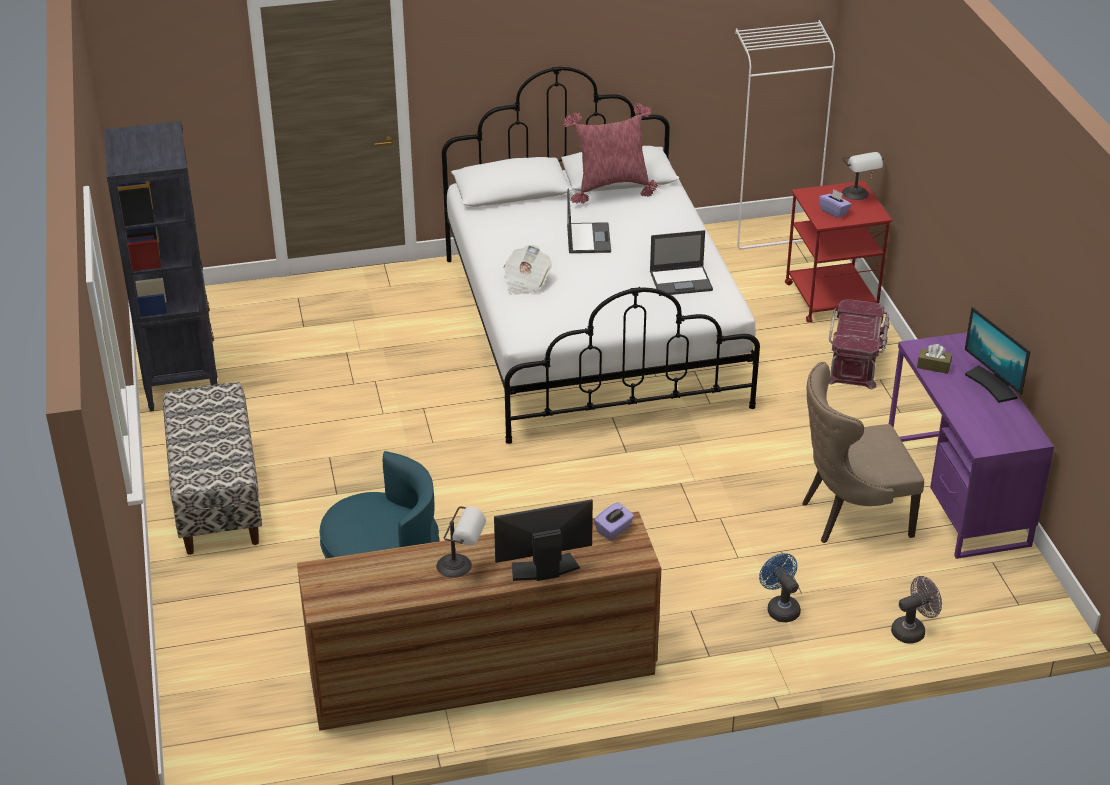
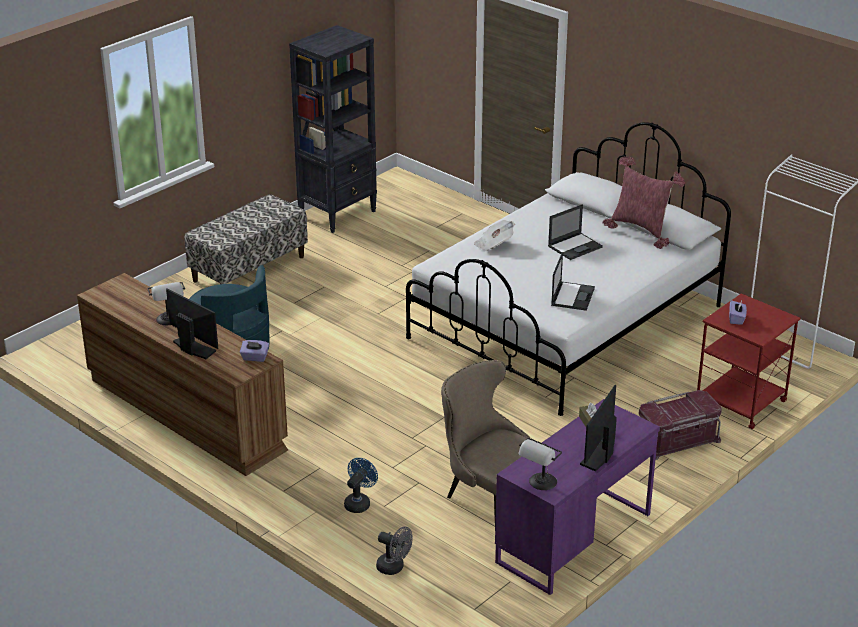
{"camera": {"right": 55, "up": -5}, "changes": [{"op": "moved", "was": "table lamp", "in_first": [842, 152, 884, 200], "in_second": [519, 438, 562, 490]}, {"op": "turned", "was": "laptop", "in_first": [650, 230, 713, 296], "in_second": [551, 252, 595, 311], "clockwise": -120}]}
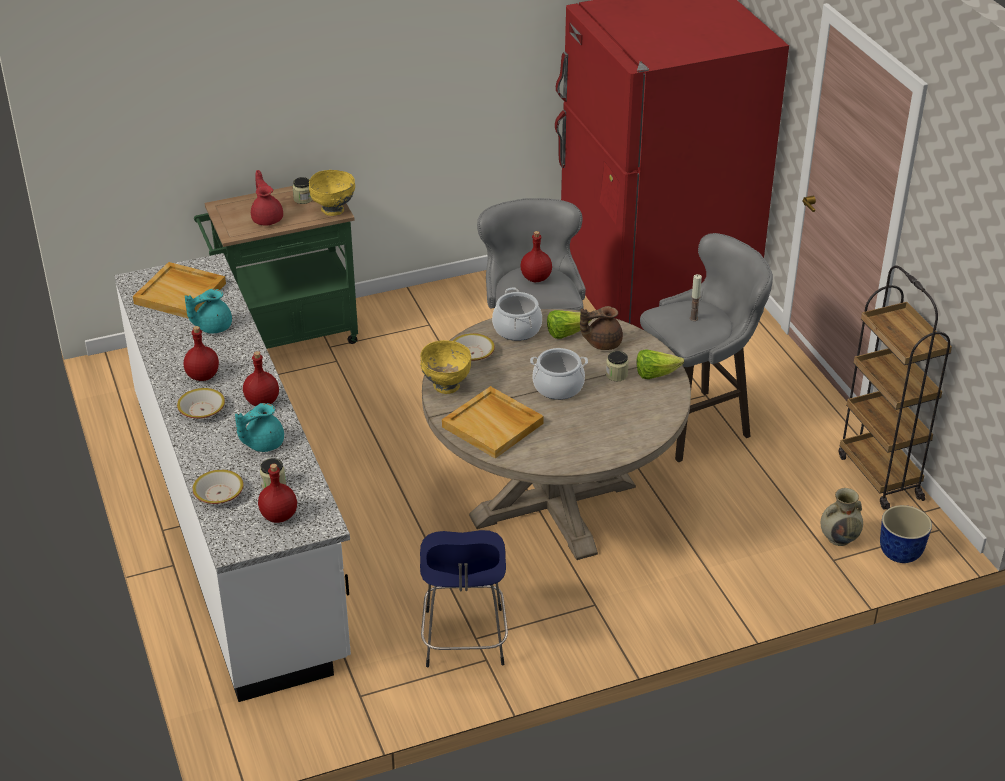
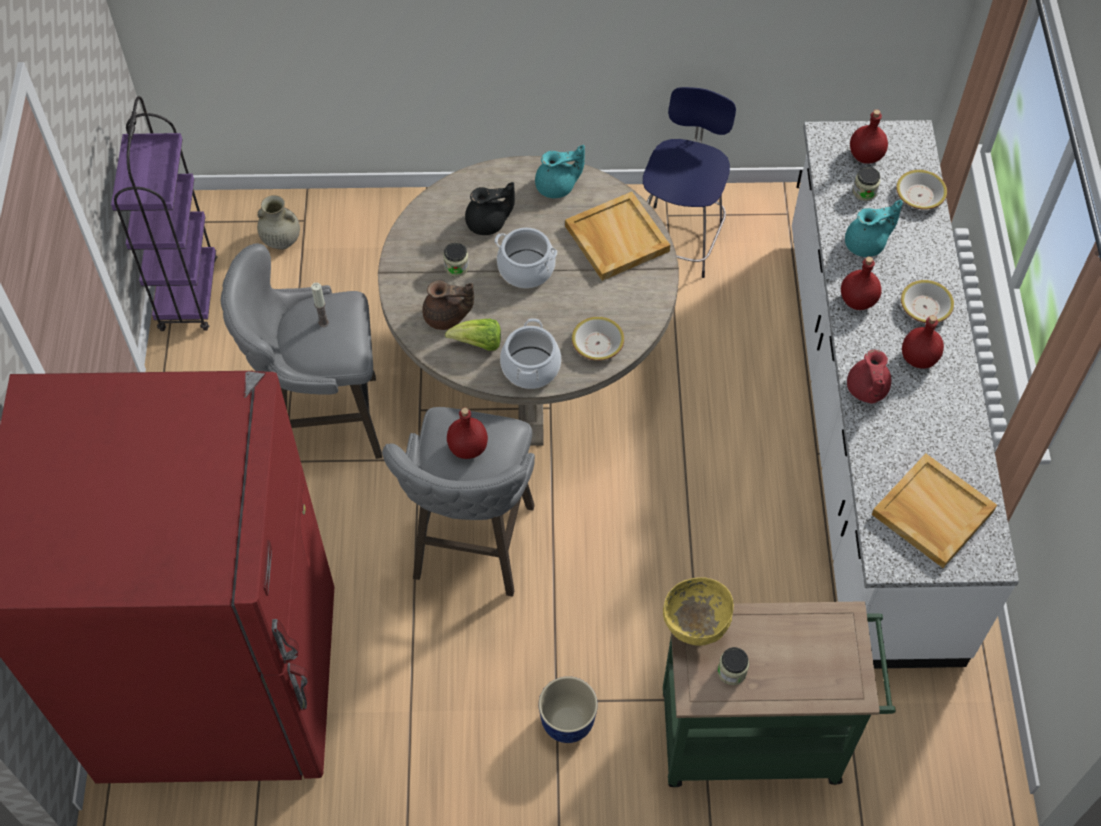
{"camera": {"right": -160, "up": 20}, "changes": [{"op": "moved", "was": "teapot (red)", "in_first": [251, 170, 283, 225], "in_second": [847, 350, 891, 403]}, {"op": "recoloured", "was": "cart (brown)", "now": "cart (purple)", "in_first": [839, 266, 952, 509], "in_second": [111, 96, 217, 331]}, {"op": "moved", "was": "teapot (turquoise)", "in_first": [185, 289, 232, 333], "in_second": [535, 145, 585, 198]}, {"op": "removed", "was": "bowl (yellow)", "in_first": [420, 340, 471, 394]}, {"op": "removed", "was": "lettuce", "in_first": [636, 349, 684, 379]}, {"op": "moved", "was": "planter", "in_first": [880, 505, 932, 563], "in_second": [538, 676, 598, 743]}, {"op": "added", "now": "teapot (black)", "in_second": [465, 182, 515, 235]}]}
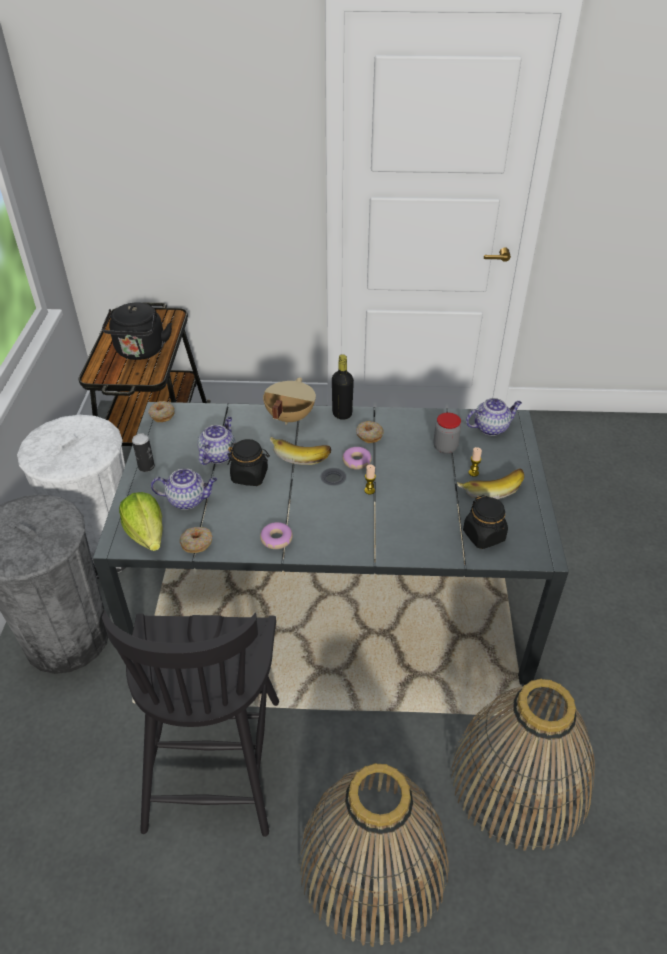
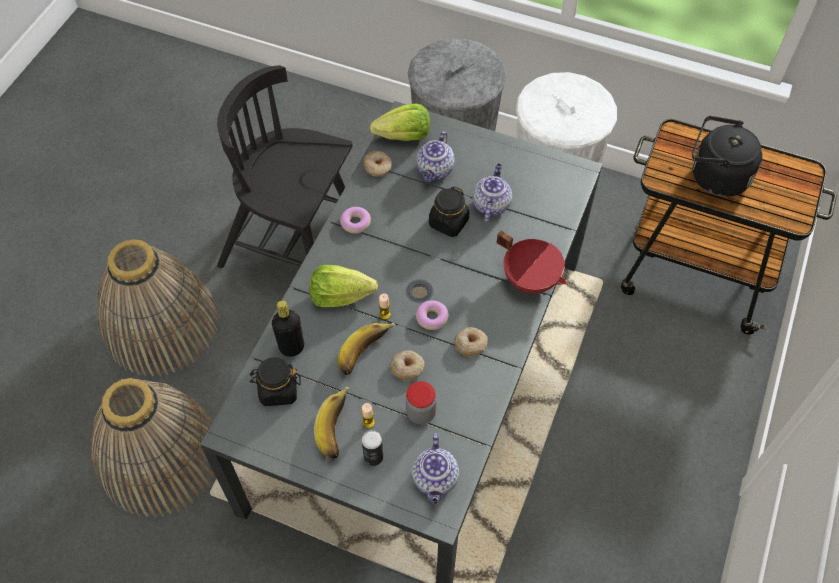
{"camera": {"right": 110, "up": 15}, "changes": [{"op": "moved", "was": "bottle (black)", "in_first": [332, 354, 354, 420], "in_second": [272, 300, 304, 357]}, {"op": "recoloured", "was": "cooking pot (beige)", "now": "cooking pot (red)", "in_first": [263, 378, 316, 425], "in_second": [497, 231, 567, 293]}, {"op": "moved", "was": "donut", "in_first": [148, 401, 175, 422], "in_second": [391, 350, 425, 381]}, {"op": "turned", "was": "teapot", "in_first": [197, 417, 236, 465], "in_second": [473, 163, 512, 222], "clockwise": -120}, {"op": "moved", "was": "can", "in_first": [132, 433, 155, 472], "in_second": [362, 430, 383, 466]}, {"op": "moved", "was": "banana", "in_first": [270, 436, 331, 465], "in_second": [338, 323, 395, 375]}, {"op": "added", "now": "lettuce", "in_second": [309, 265, 378, 307]}]}
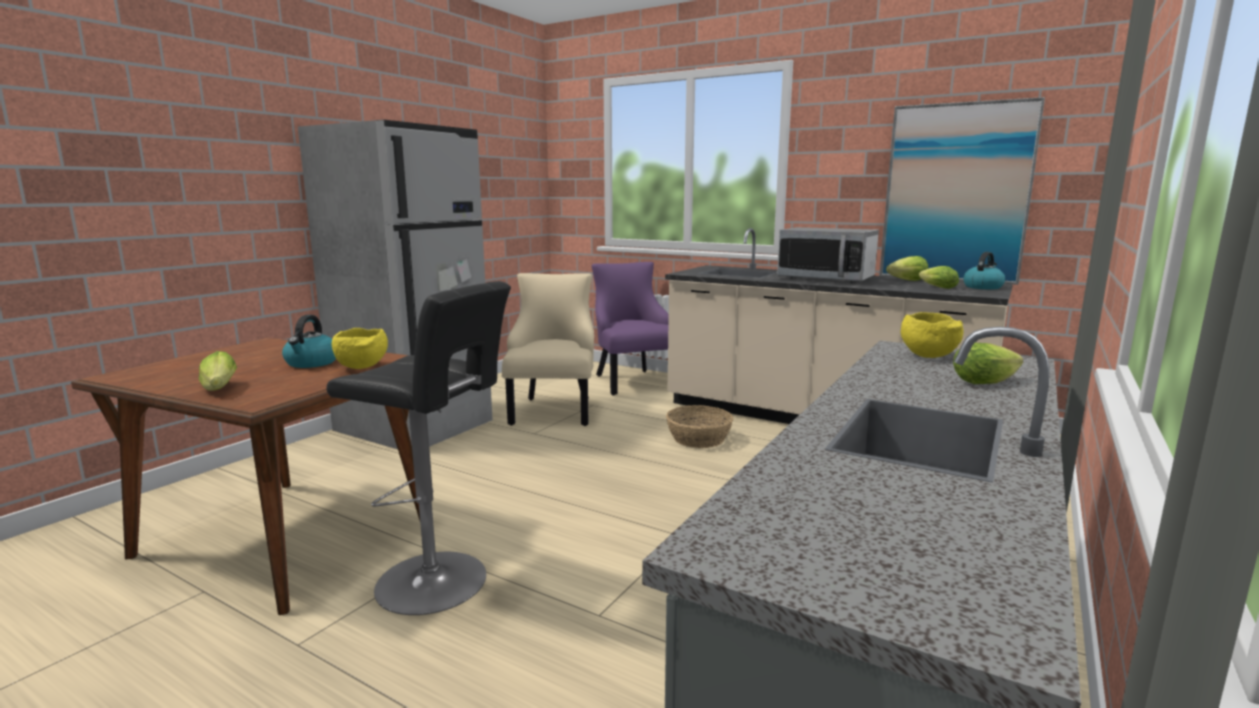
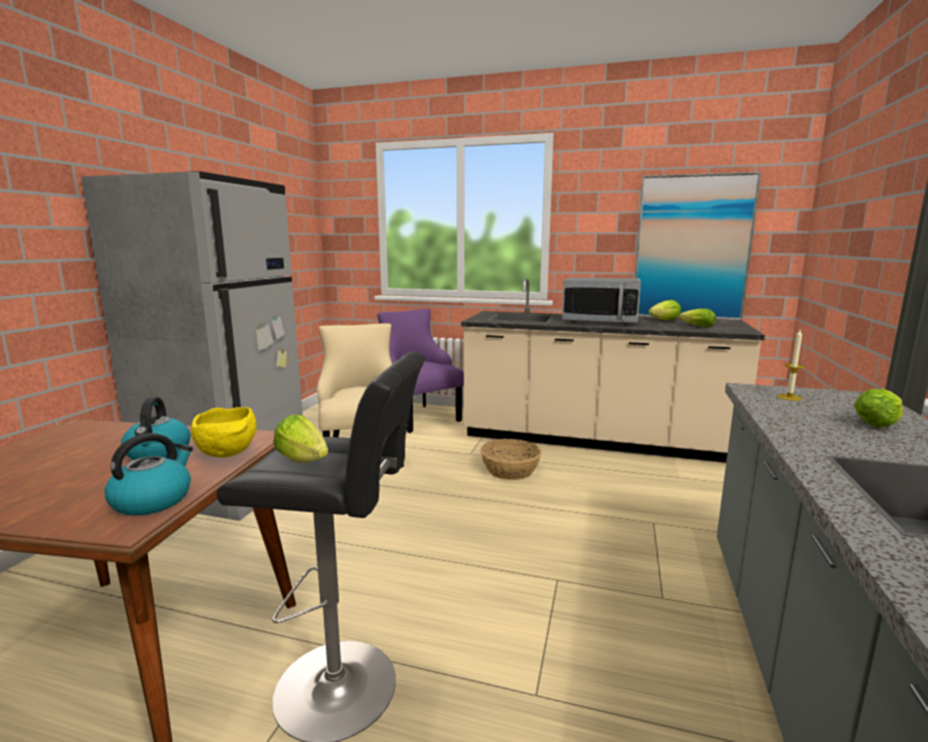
{"camera": {"right": -15, "up": 0}, "changes": [{"op": "moved", "was": "kettle", "in_first": [963, 252, 1005, 289], "in_second": [104, 433, 193, 516]}, {"op": "replaced", "was": "bowl (yellow)", "now": "candle", "in_first": [901, 312, 964, 358], "in_second": [777, 330, 805, 401]}, {"op": "moved", "was": "lettuce", "in_first": [199, 351, 237, 391], "in_second": [273, 415, 328, 463]}]}
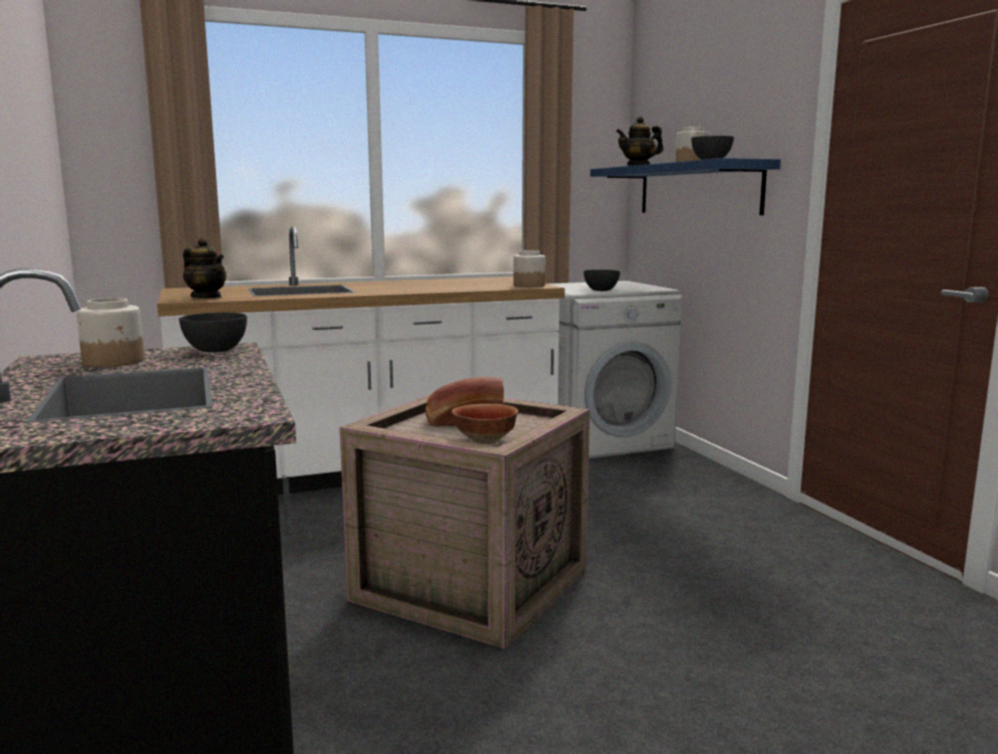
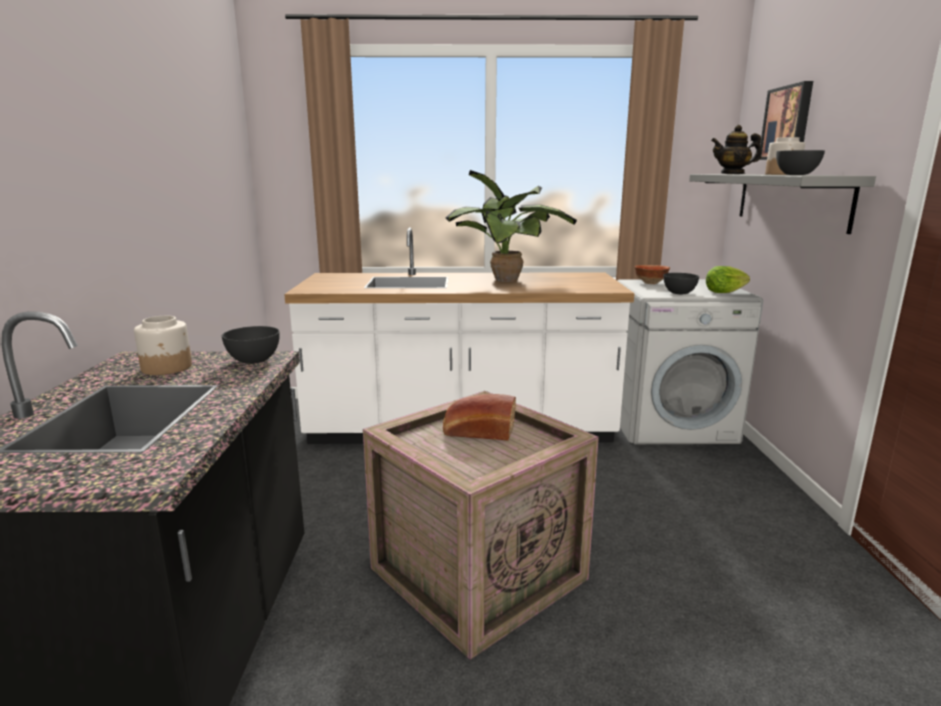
{"camera": {"right": 20, "up": 5}, "changes": [{"op": "recoloured", "was": "shelf (blue)", "now": "shelf (grey)", "in_first": [590, 158, 781, 215], "in_second": [689, 174, 876, 234]}, {"op": "removed", "was": "teapot", "in_first": [183, 238, 227, 298]}, {"op": "removed", "was": "jar", "in_first": [513, 250, 545, 287]}, {"op": "moved", "was": "bowl", "in_first": [452, 404, 518, 444], "in_second": [634, 265, 670, 284]}, {"op": "added", "now": "picture", "in_second": [760, 81, 813, 160]}, {"op": "added", "now": "potted plant", "in_second": [446, 170, 577, 282]}, {"op": "added", "now": "lettuce", "in_second": [706, 266, 750, 293]}]}
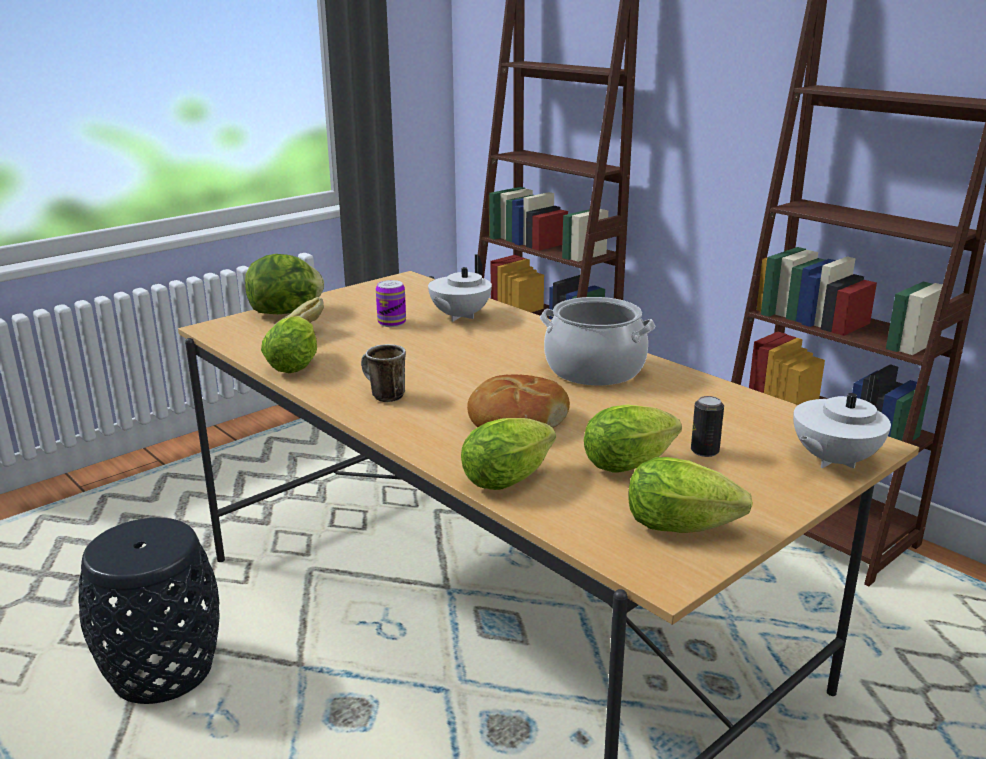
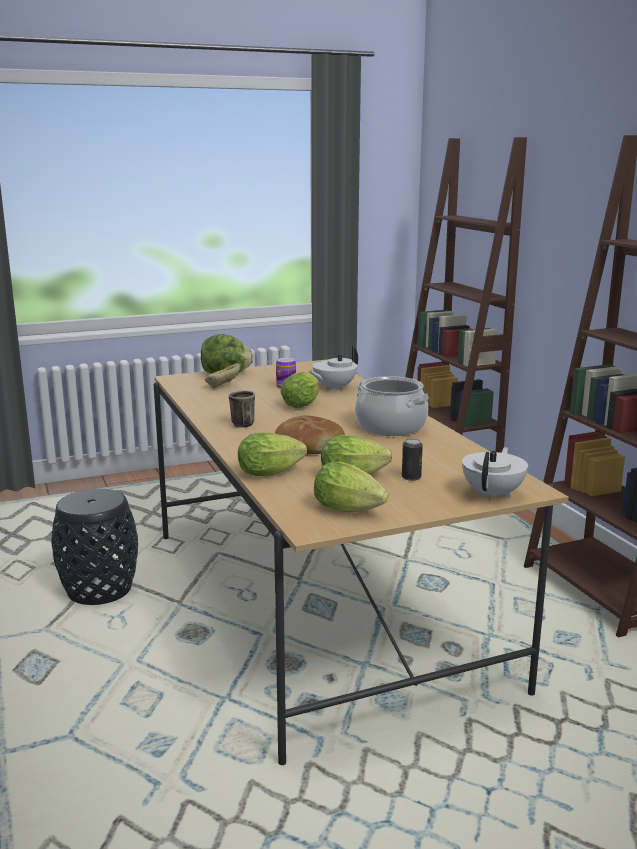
{"camera": {"right": 20, "up": -5}, "changes": [{"op": "moved", "was": "lettuce", "in_first": [261, 316, 317, 373], "in_second": [281, 372, 319, 408]}, {"op": "turned", "was": "teapot (white)", "in_first": [793, 374, 891, 468], "in_second": [462, 447, 528, 500], "clockwise": 135}]}
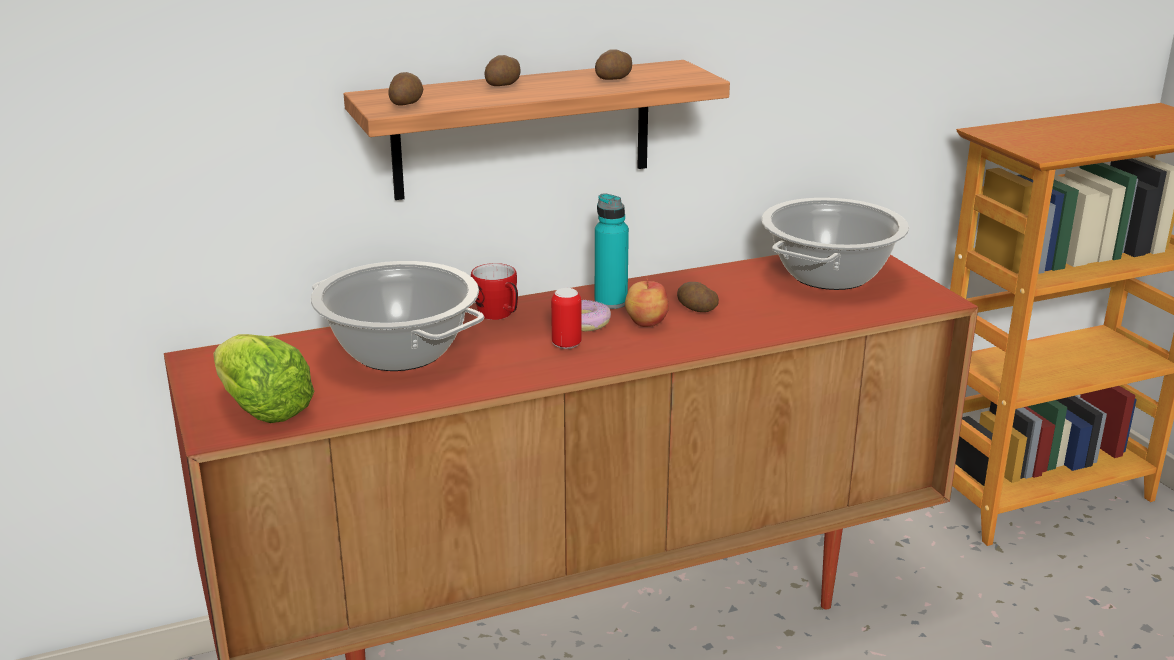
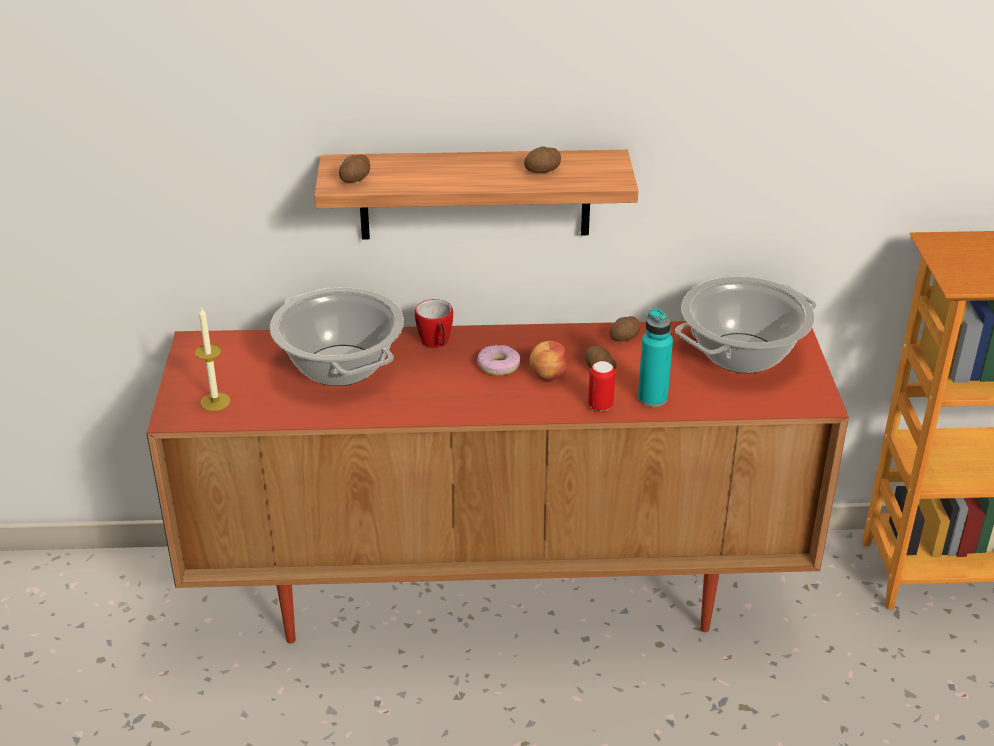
{"camera": {"right": 20, "up": 10}, "changes": [{"op": "moved", "was": "potato", "in_first": [484, 55, 521, 86], "in_second": [609, 316, 640, 342]}, {"op": "moved", "was": "bottle (turquoise)", "in_first": [595, 194, 629, 309], "in_second": [638, 308, 673, 407]}, {"op": "moved", "was": "can", "in_first": [551, 288, 582, 349], "in_second": [588, 361, 615, 411]}, {"op": "replaced", "was": "lettuce", "now": "candle", "in_first": [213, 334, 314, 423], "in_second": [195, 307, 231, 411]}]}
